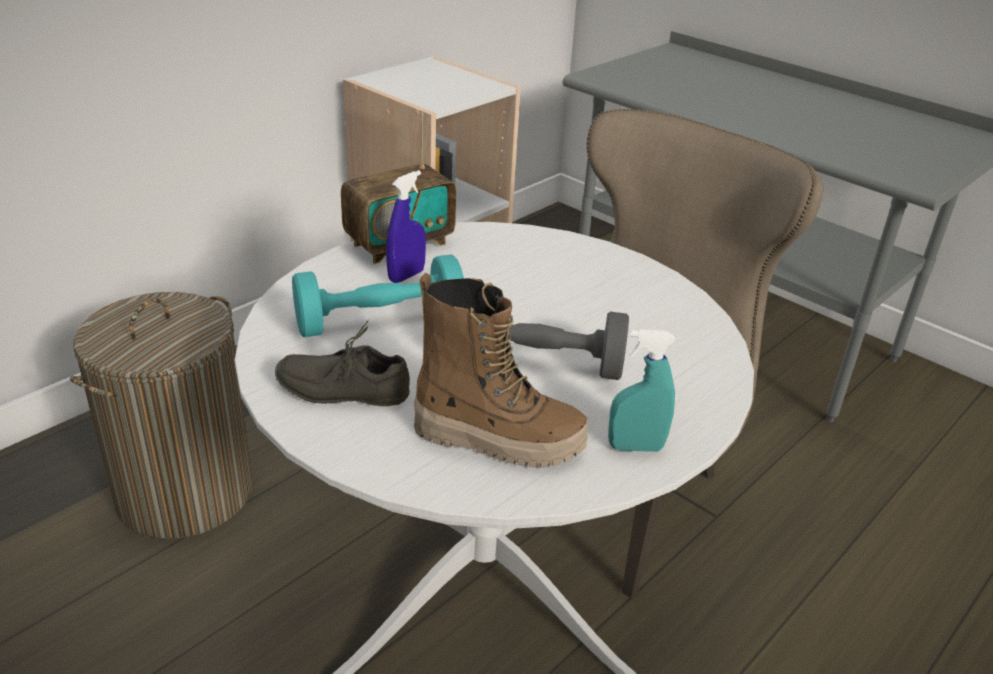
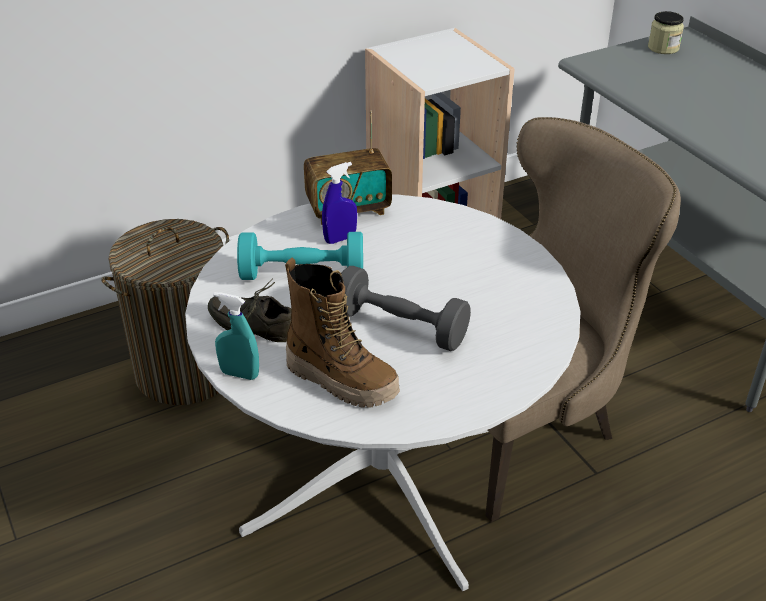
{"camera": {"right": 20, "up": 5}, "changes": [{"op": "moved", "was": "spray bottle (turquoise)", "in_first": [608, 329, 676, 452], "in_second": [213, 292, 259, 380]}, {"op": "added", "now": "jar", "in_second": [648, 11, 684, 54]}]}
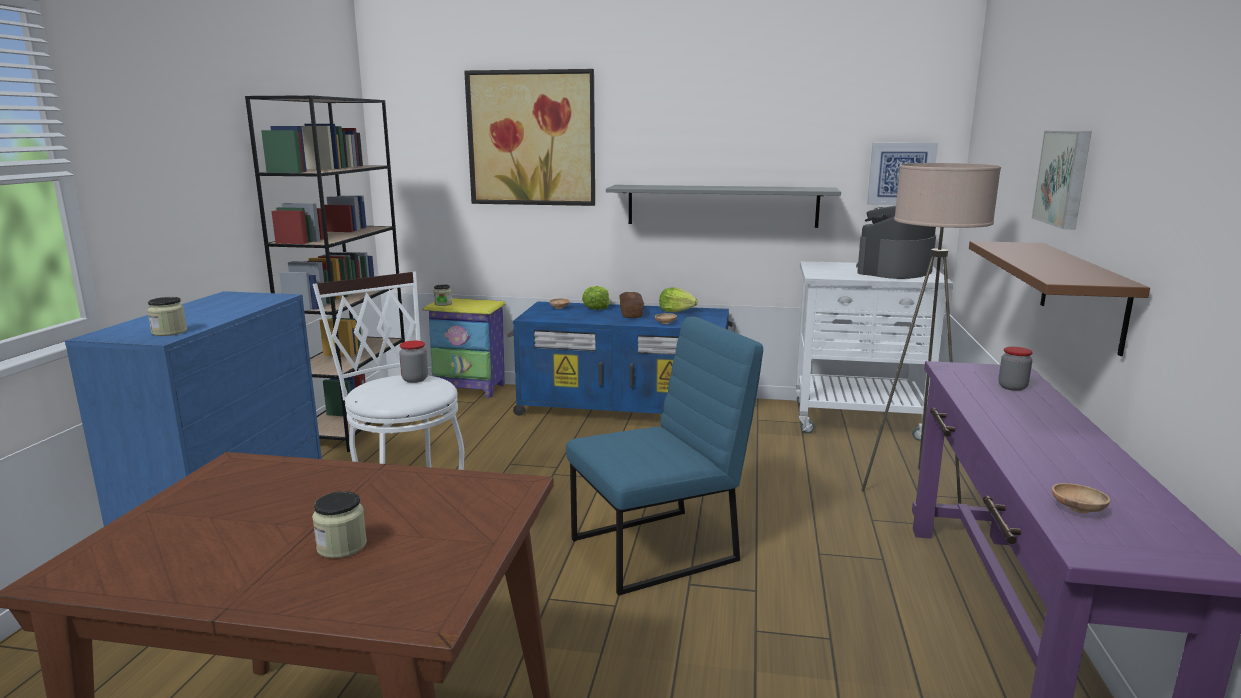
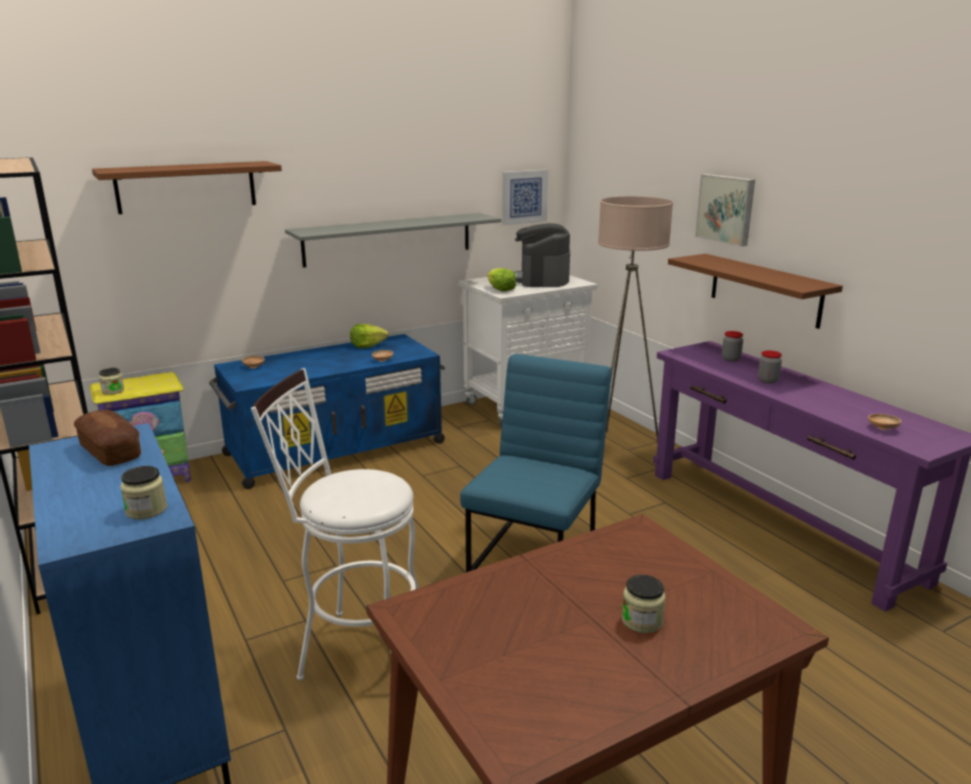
{"camera": {"right": -40, "up": 5}, "changes": [{"op": "replaced", "was": "picture", "now": "shelf (brown)", "in_first": [464, 69, 595, 206], "in_second": [92, 161, 282, 214]}, {"op": "moved", "was": "lettuce", "in_first": [582, 286, 610, 310], "in_second": [487, 268, 516, 291]}, {"op": "moved", "was": "bread", "in_first": [619, 292, 644, 318], "in_second": [74, 410, 141, 466]}, {"op": "moved", "was": "jar", "in_first": [399, 341, 428, 383], "in_second": [758, 350, 782, 384]}]}
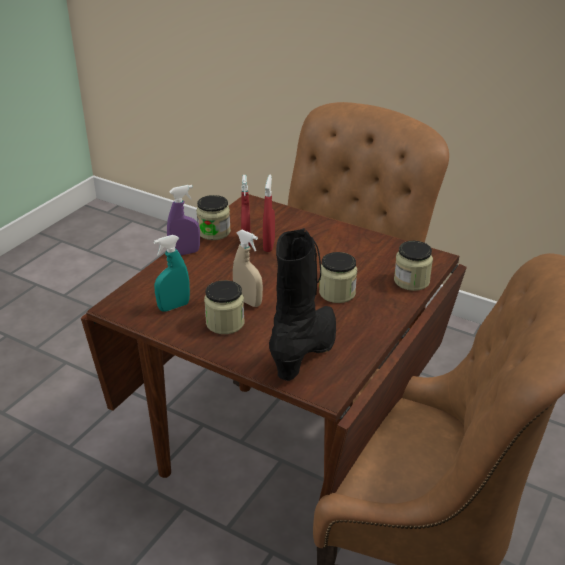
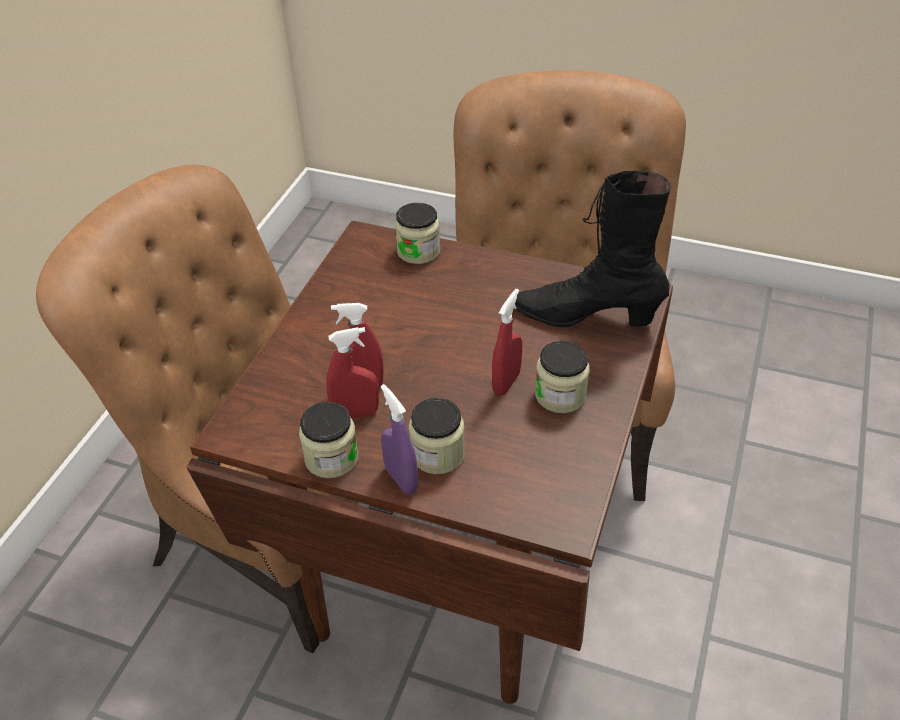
{"camera": {"right": -100, "up": 10}, "changes": [{"op": "recoloured", "was": "spray bottle (beige)", "now": "spray bottle (red)", "in_first": [233, 230, 263, 307], "in_second": [492, 289, 522, 396]}, {"op": "removed", "was": "spray bottle (turquoise)", "in_first": [154, 235, 190, 312]}, {"op": "moved", "was": "jar", "in_first": [319, 252, 357, 303], "in_second": [409, 398, 465, 474]}]}
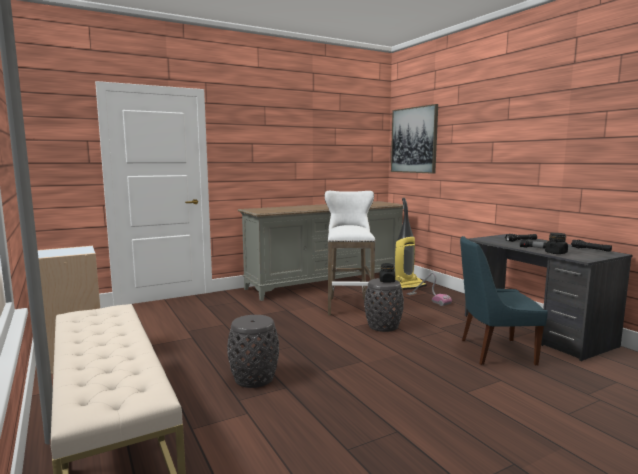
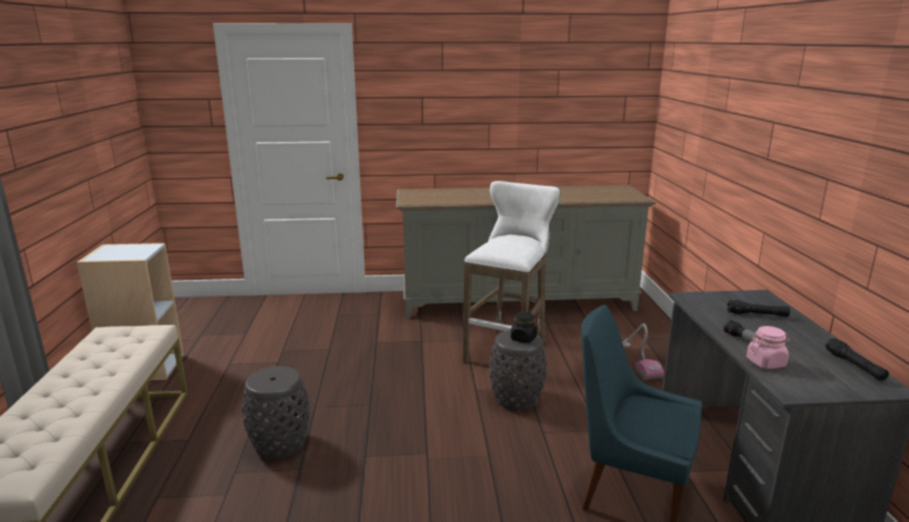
{"camera": {"right": 25, "up": 10}, "changes": [{"op": "removed", "was": "picture", "in_first": [391, 104, 438, 174]}, {"op": "removed", "was": "vacuum cleaner", "in_first": [395, 198, 427, 290]}, {"op": "recoloured", "was": "jar (black)", "now": "jar (pink)", "in_first": [545, 233, 568, 254], "in_second": [746, 326, 790, 369]}]}
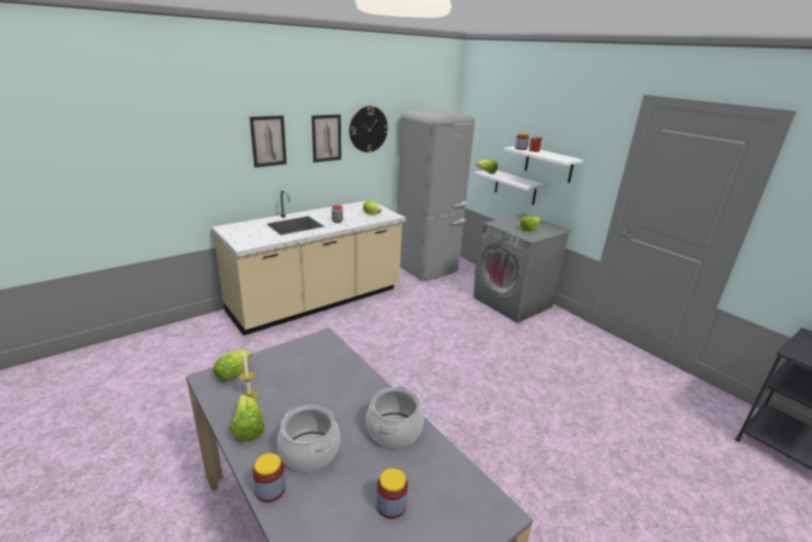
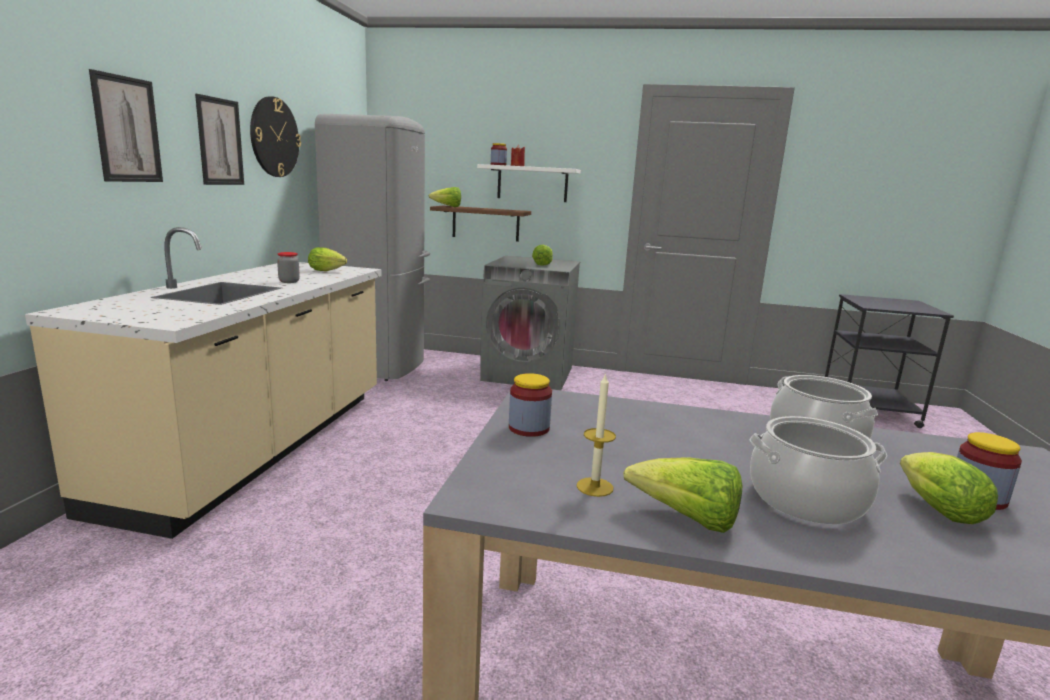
{"camera": {"right": -40, "up": -10}, "changes": [{"op": "recoloured", "was": "shelf (white)", "now": "shelf (brown)", "in_first": [474, 170, 545, 205], "in_second": [430, 206, 531, 242]}, {"op": "moved", "was": "lettuce", "in_first": [214, 350, 252, 381], "in_second": [900, 452, 998, 524]}, {"op": "moved", "was": "jar", "in_first": [252, 453, 286, 502], "in_second": [509, 373, 552, 437]}]}
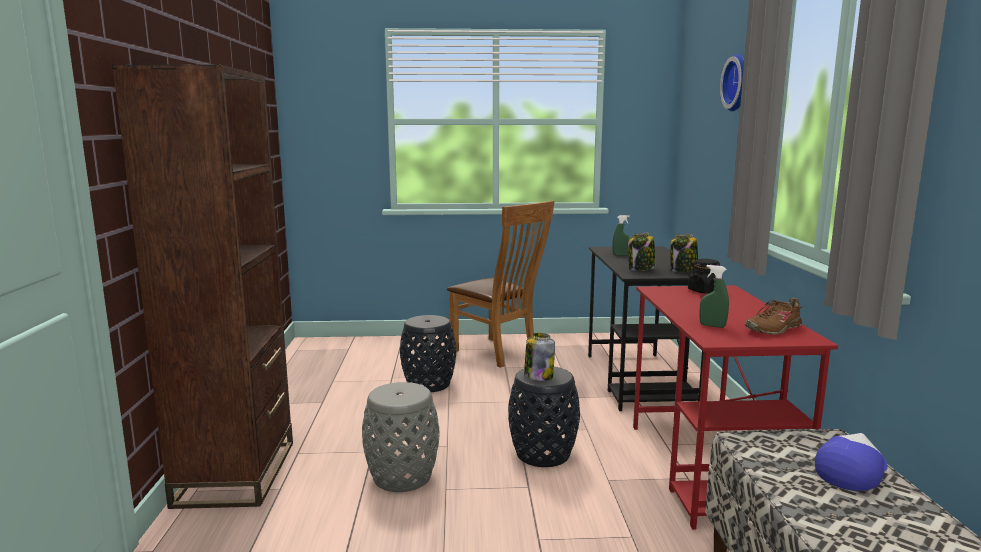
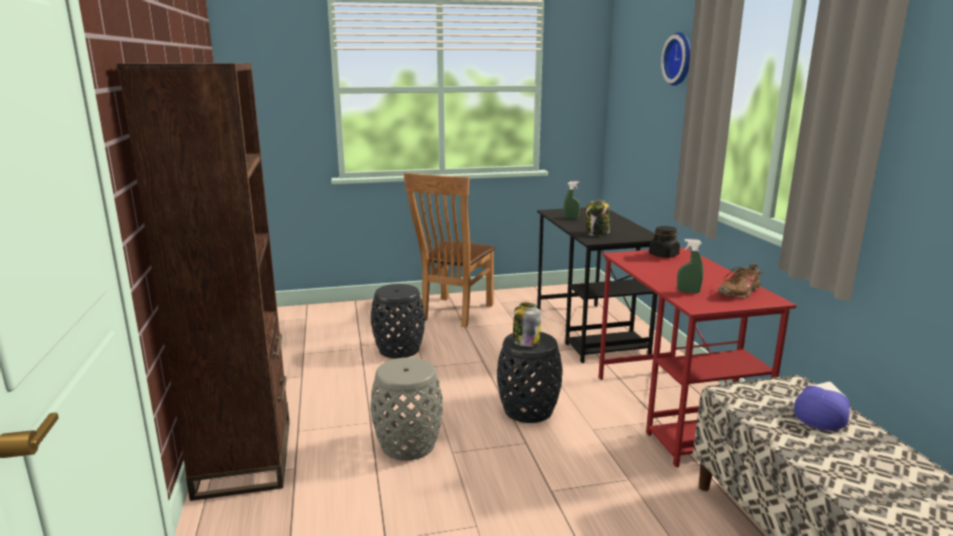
{"camera": {"right": -10, "up": 5}, "changes": [{"op": "turned", "was": "chair (brown)", "in_first": [447, 201, 554, 368], "in_second": [403, 173, 495, 327], "clockwise": 75}, {"op": "removed", "was": "jar", "in_first": [670, 234, 698, 272]}]}
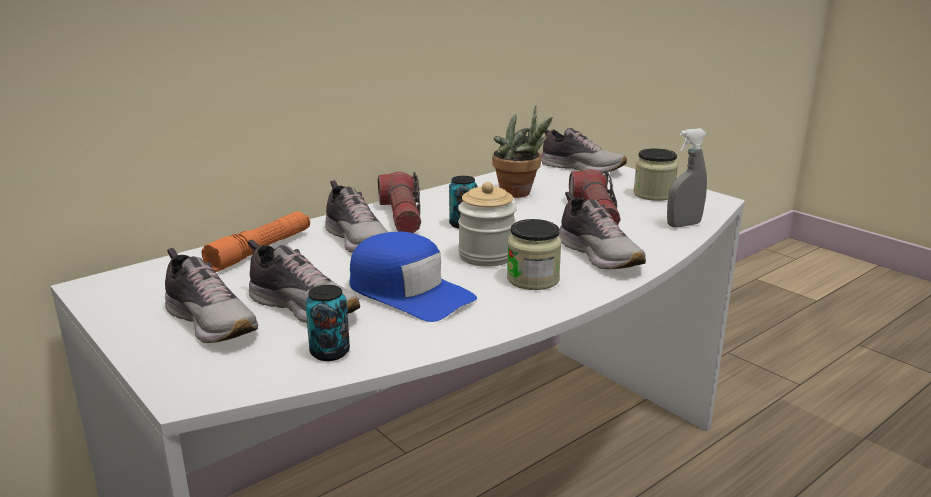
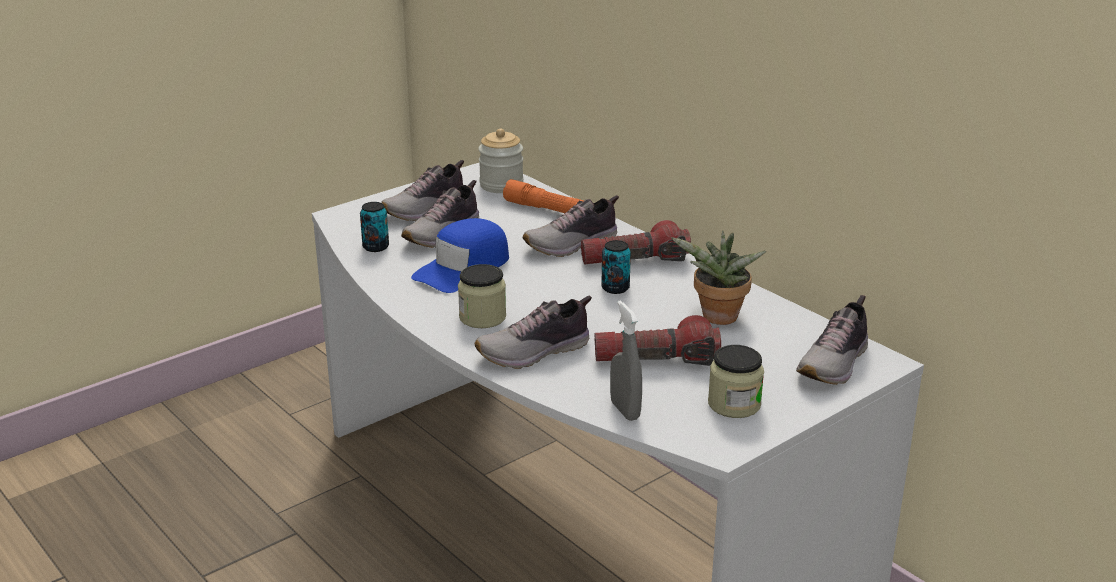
{"camera": {"right": 90, "up": 5}, "changes": [{"op": "moved", "was": "jar", "in_first": [458, 182, 517, 267], "in_second": [478, 129, 524, 193]}]}
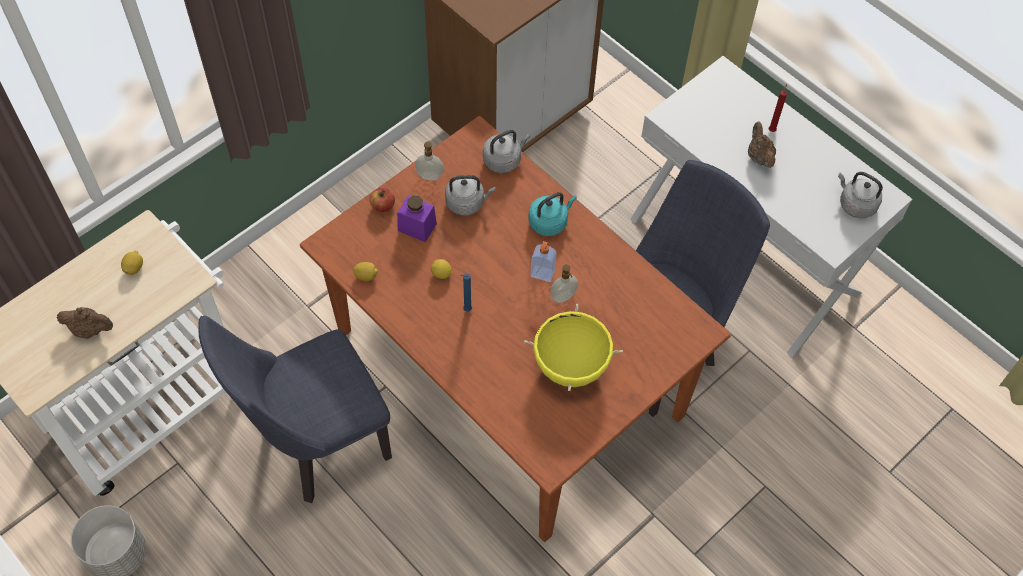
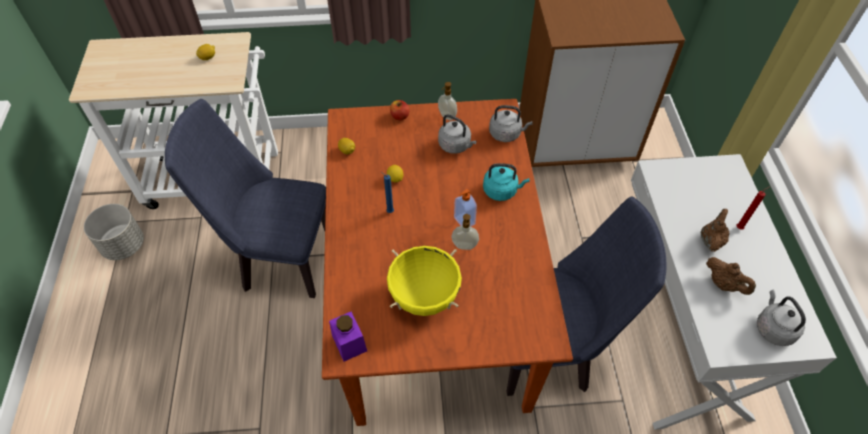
{"camera": {"right": 40, "up": -5}, "changes": [{"op": "moved", "was": "jar (purple)", "in_first": [397, 195, 437, 242], "in_second": [329, 311, 367, 361]}, {"op": "moved", "was": "teapot (brown)", "in_first": [57, 307, 113, 339], "in_second": [706, 257, 756, 295]}]}
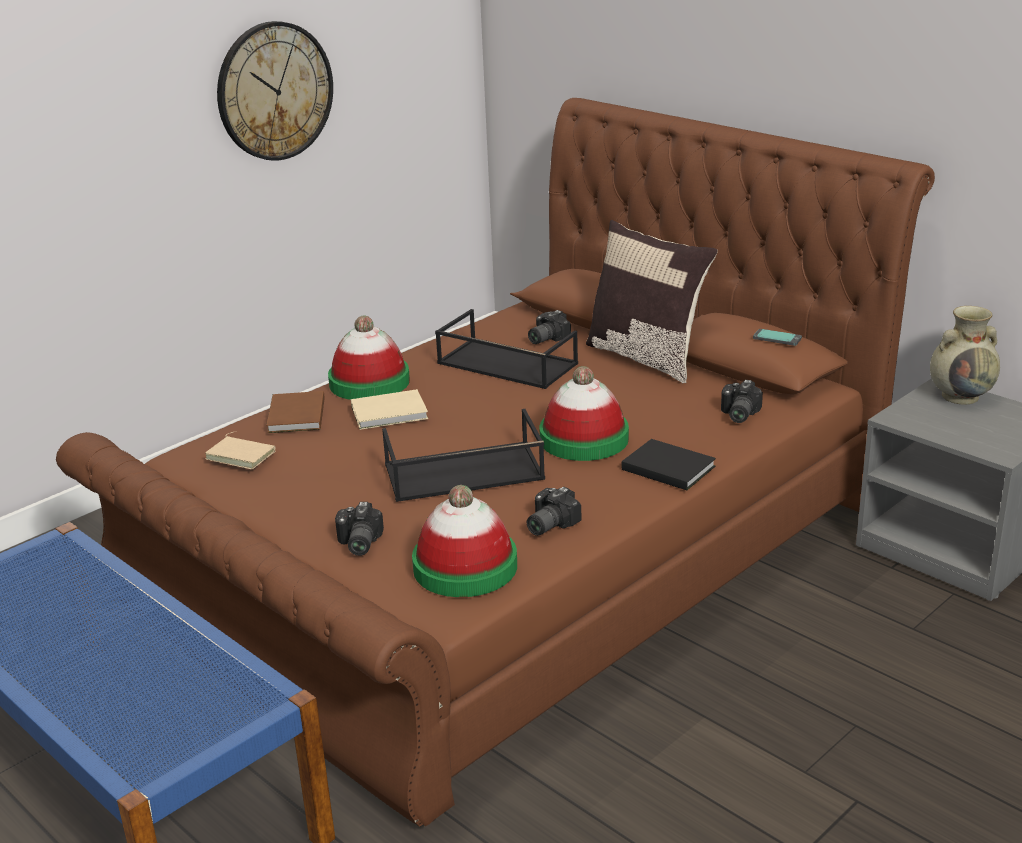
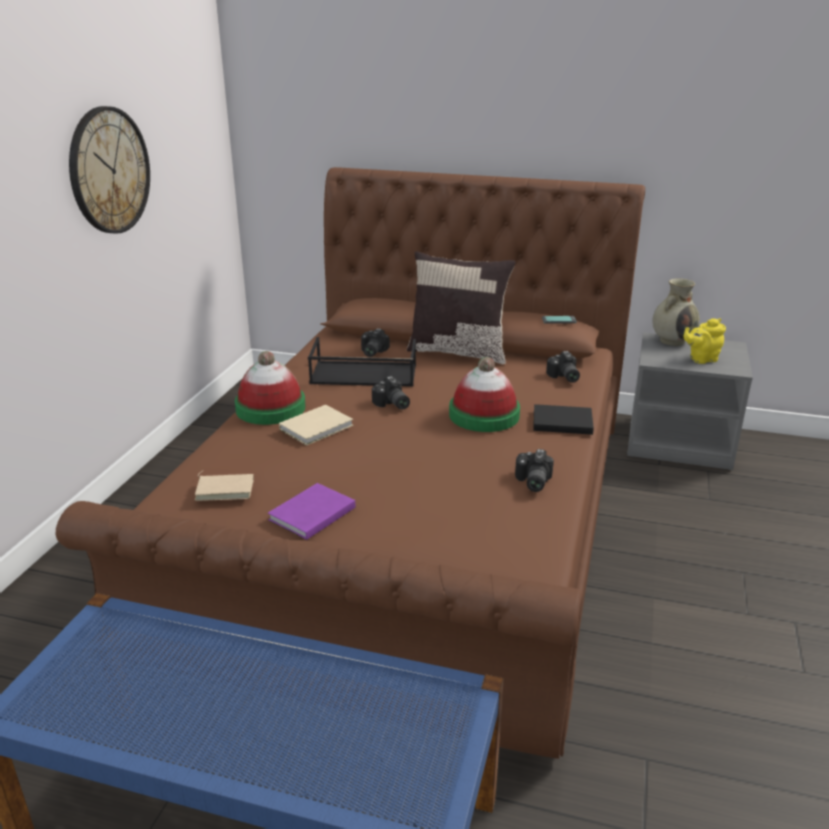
{"camera": {"right": -30, "up": 0}, "changes": [{"op": "removed", "was": "book (brown)", "in_first": [266, 391, 325, 433]}, {"op": "removed", "was": "tray (black)", "in_first": [382, 409, 545, 502]}, {"op": "removed", "was": "hat", "in_first": [412, 485, 517, 597]}, {"op": "moved", "was": "photo camera", "in_first": [335, 502, 384, 556], "in_second": [372, 376, 410, 410]}, {"op": "added", "now": "teapot (yellow)", "in_second": [683, 318, 726, 364]}, {"op": "added", "now": "book (purple)", "in_second": [268, 483, 355, 540]}]}
